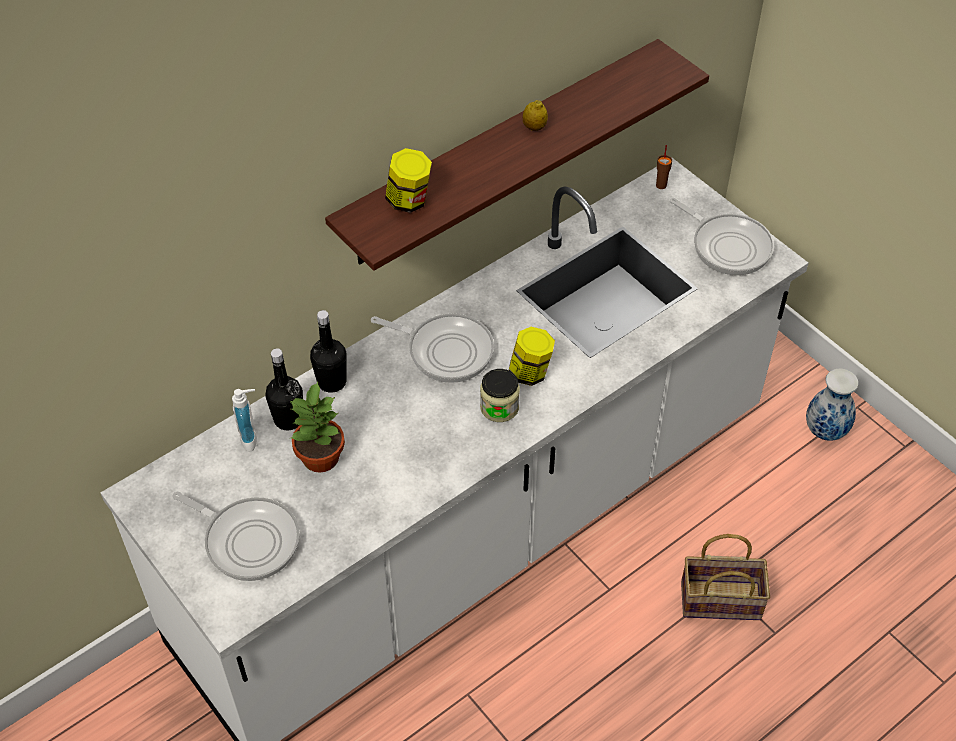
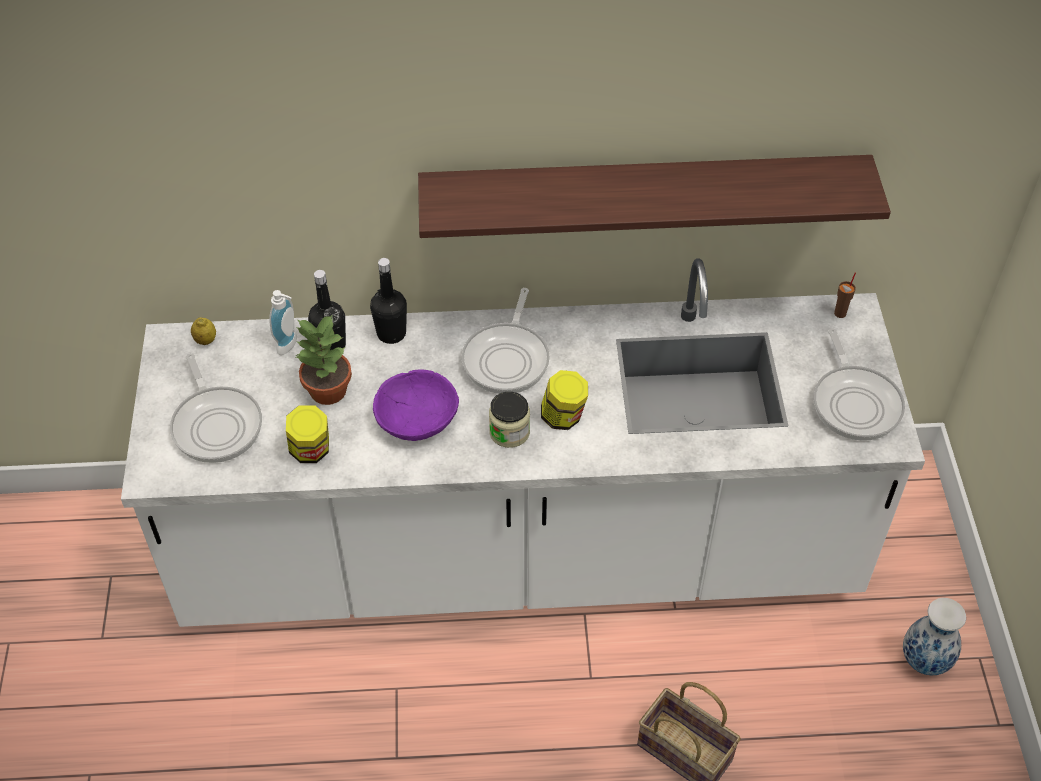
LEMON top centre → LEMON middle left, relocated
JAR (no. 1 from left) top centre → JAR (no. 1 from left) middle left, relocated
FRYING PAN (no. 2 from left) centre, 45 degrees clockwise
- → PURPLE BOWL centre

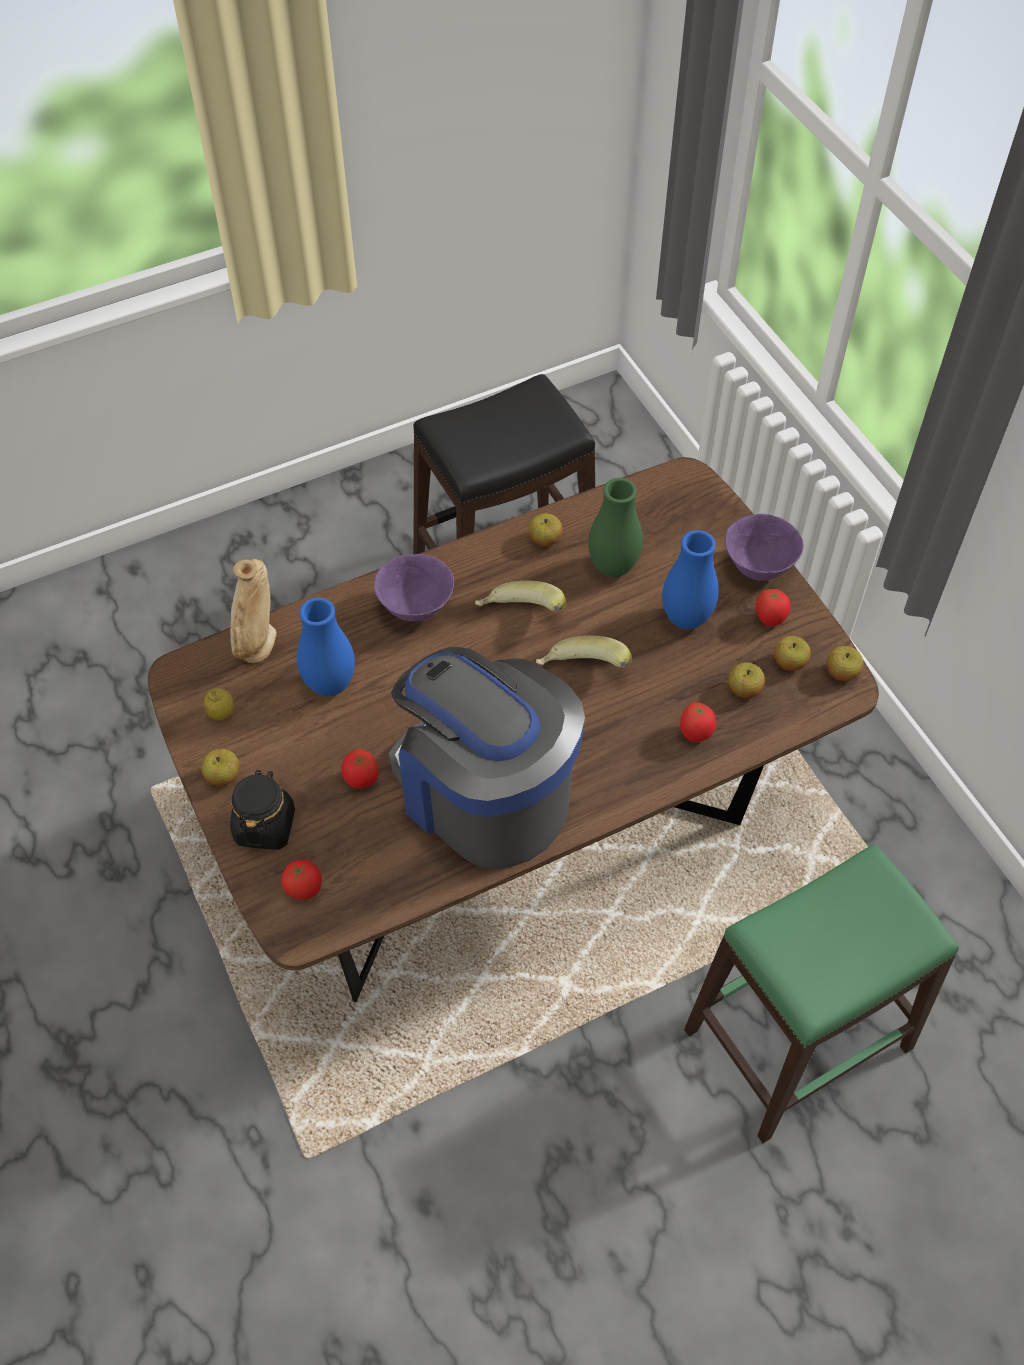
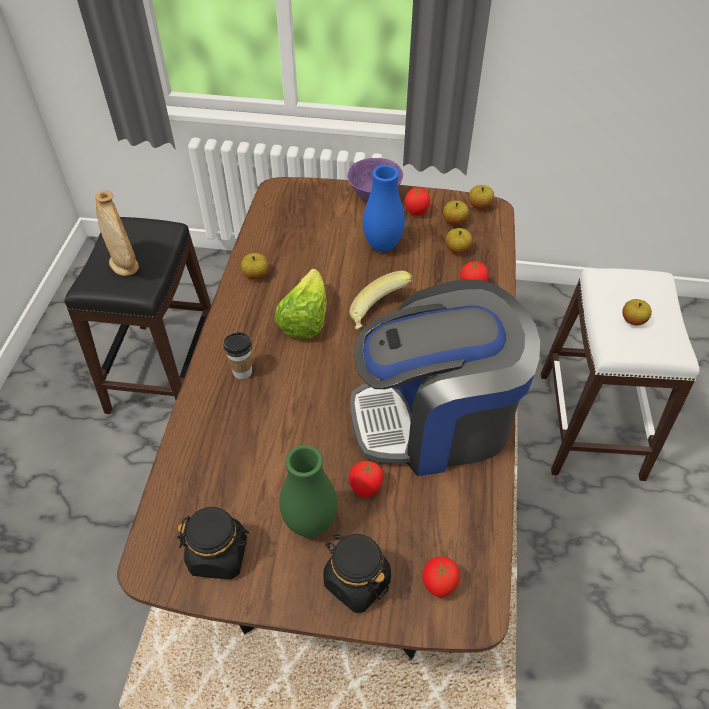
GREEN VASE centre → GREEN VASE bottom centre, relocated
PURPLE BOWL (no. 1 from left) centre → CUP centre
BEIGE VASE middle left → BEIGE VASE top left, relocated
BANANA (no. 1 from left) centre → LETTUCE centre
BLUE VASE (no. 1 from left) middle left → -
LEMON middle left → BLACK JAR (no. 1 from left) bottom left
APPLE (no. 1 from left in the first image) middle left → APPLE (no. 5 from left) middle right, relocated
GREEN STOOL bottom right → WHITE STOOL middle right

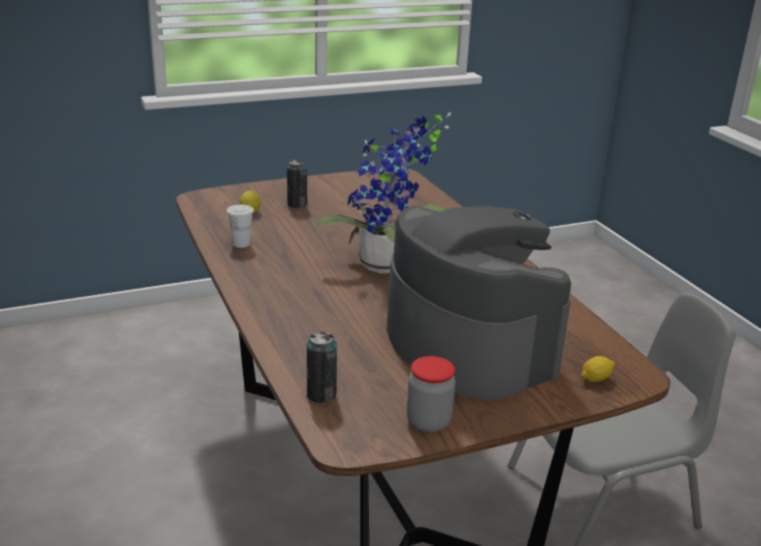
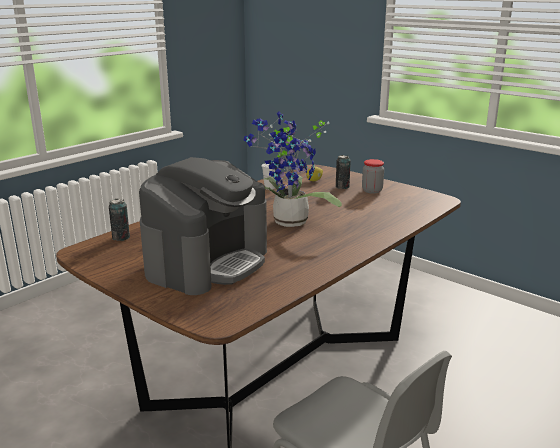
JAR bottom centre → JAR centre, relocated
LEMON (no. 2 from left) bottom right → -

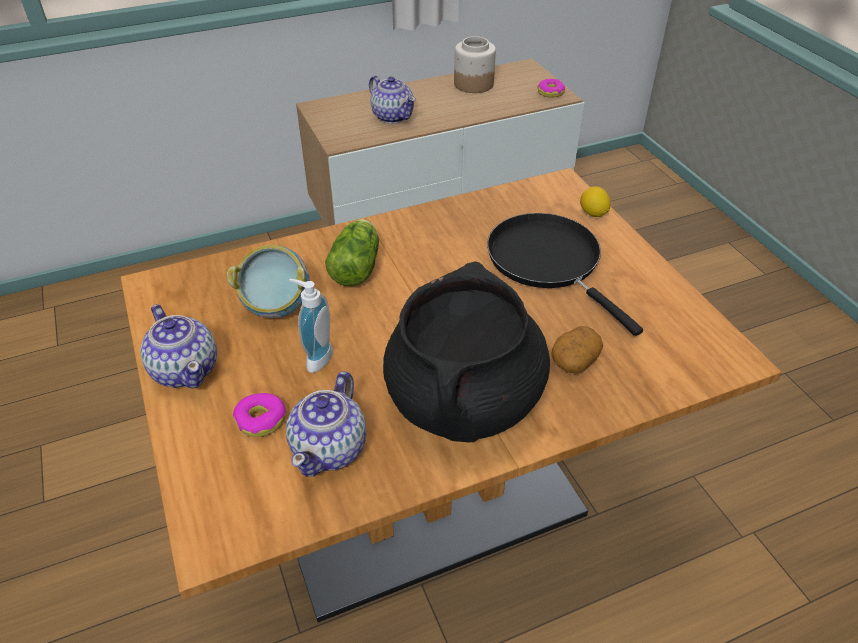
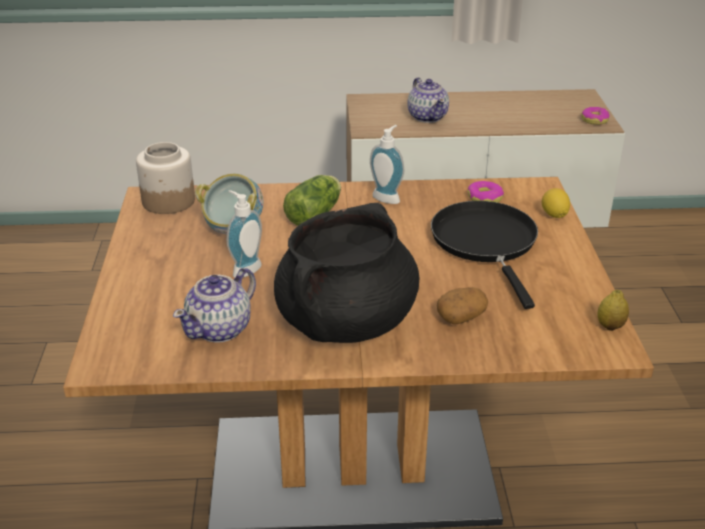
JAR top centre → JAR middle left, relocated
TEAPOT (no. 1 from left) middle left → -
DONUT (no. 1 from left) middle left → DONUT (no. 1 from left) middle right, relocated
- → SOAP DISPENSER (no. 2 from left) top centre
- → LEMON (no. 2 from left) middle right

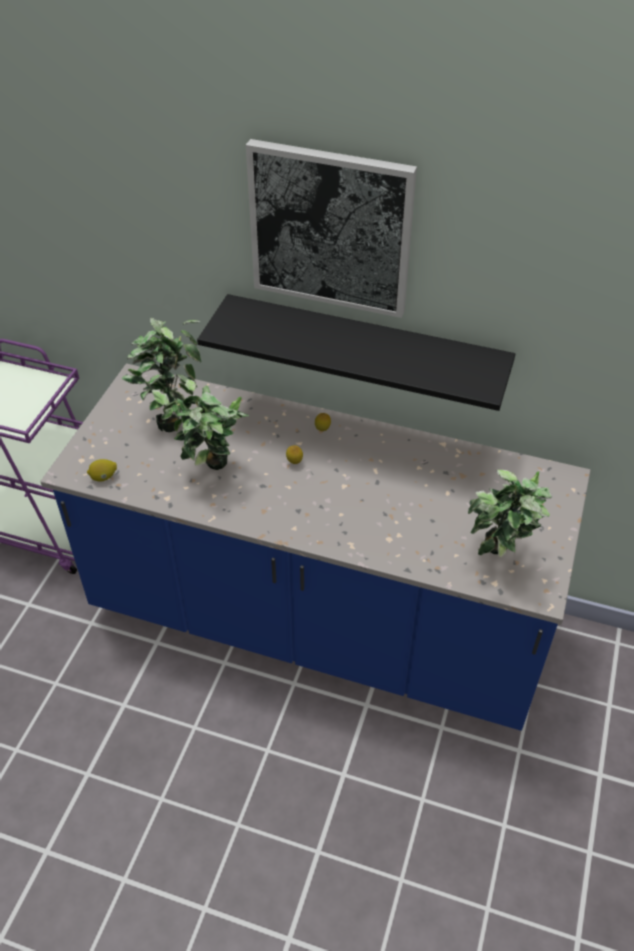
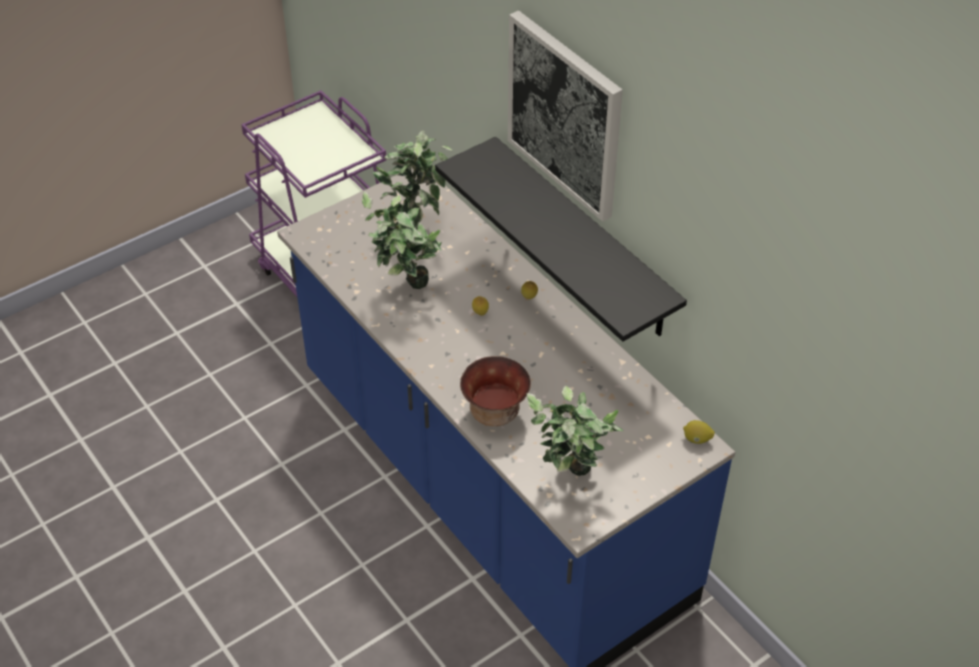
LEMON (no. 1 from left in the first image) middle left → LEMON (no. 3 from left) middle right, relocated
- → BOWL centre

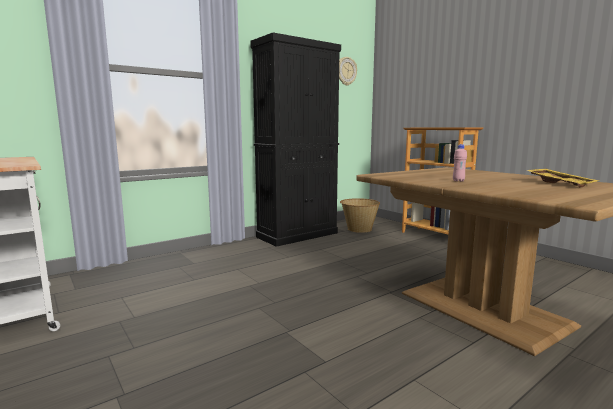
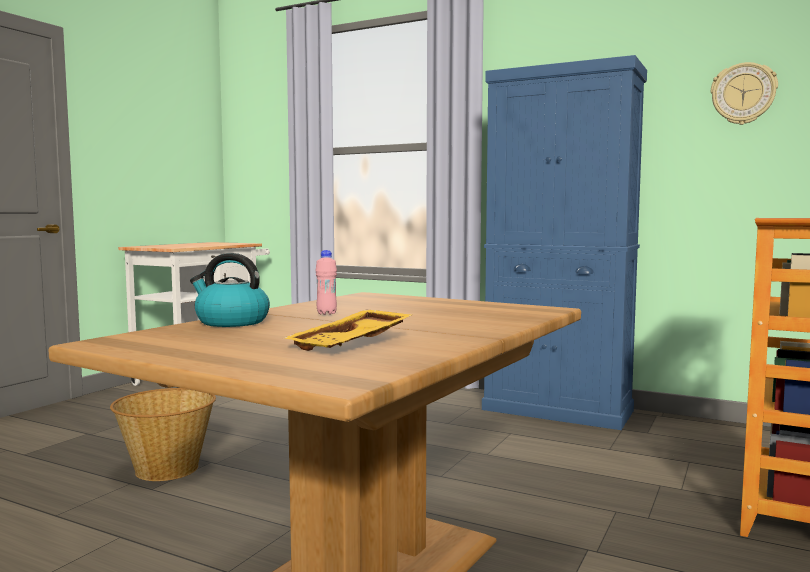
BLACK CABINET centre → BLUE CABINET middle right
BASKET centre → BASKET bottom left, relocated
- → KETTLE middle left

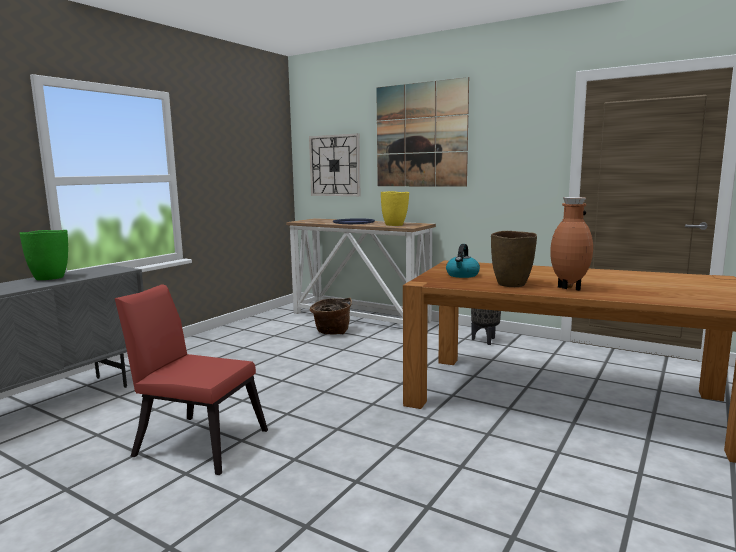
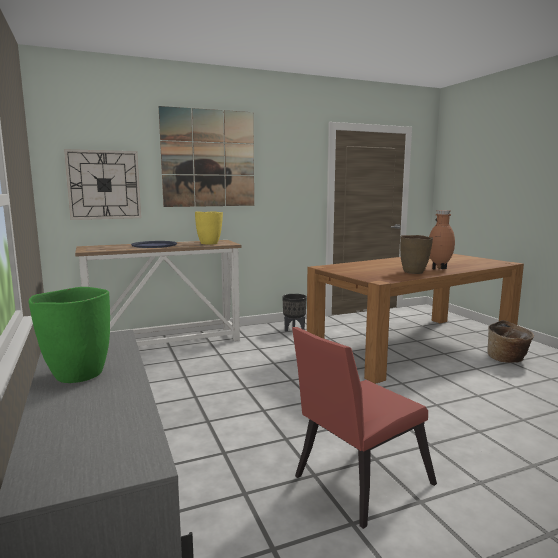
KETTLE centre → -
BASKET centre → BASKET middle right, relocated

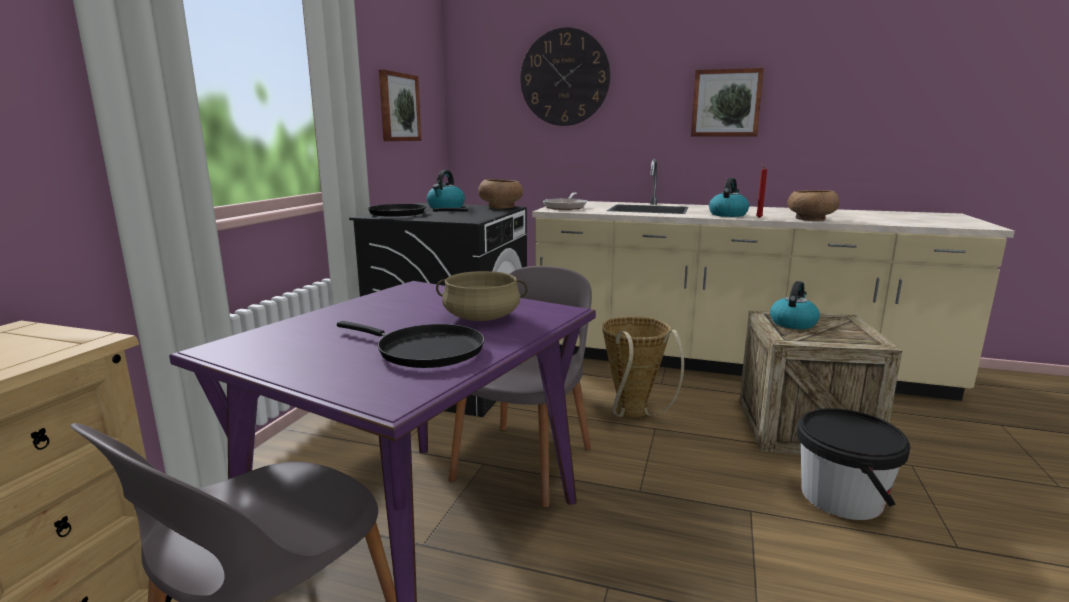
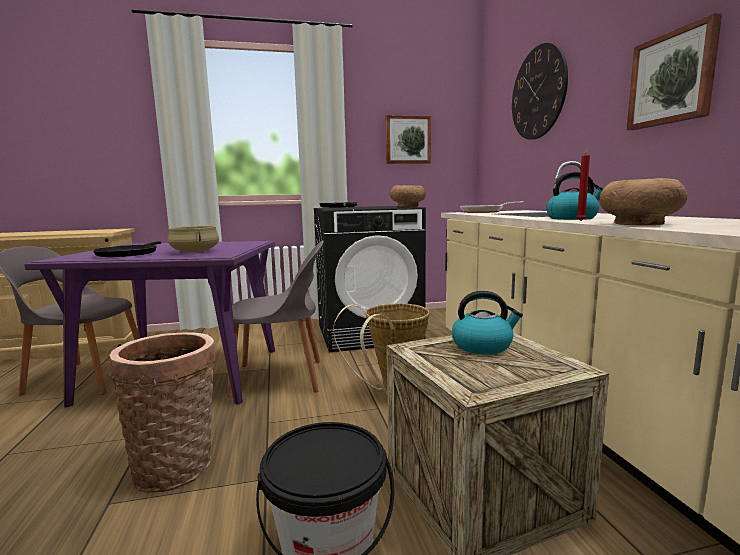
KETTLE (no. 1 from left) top centre → -
- → BASKET (no. 1 from left) bottom left

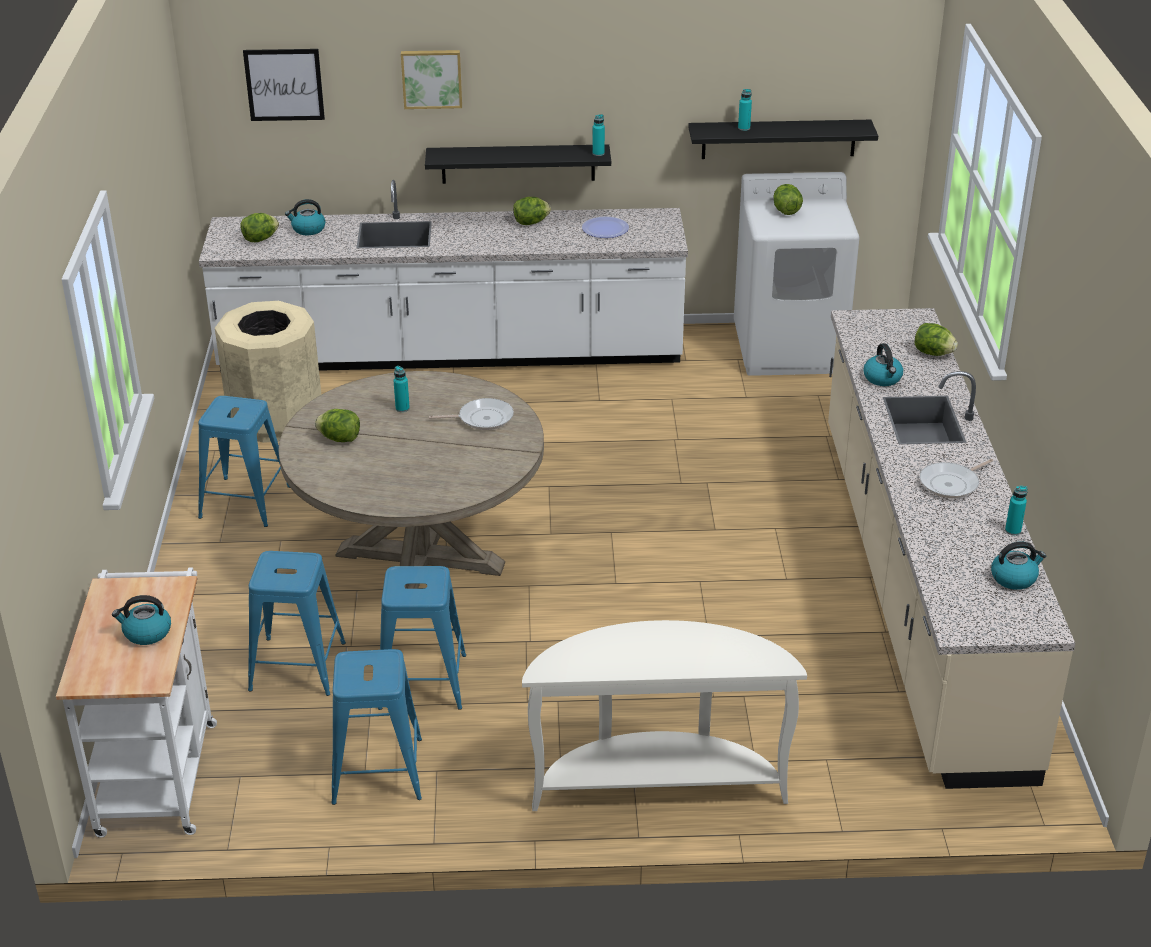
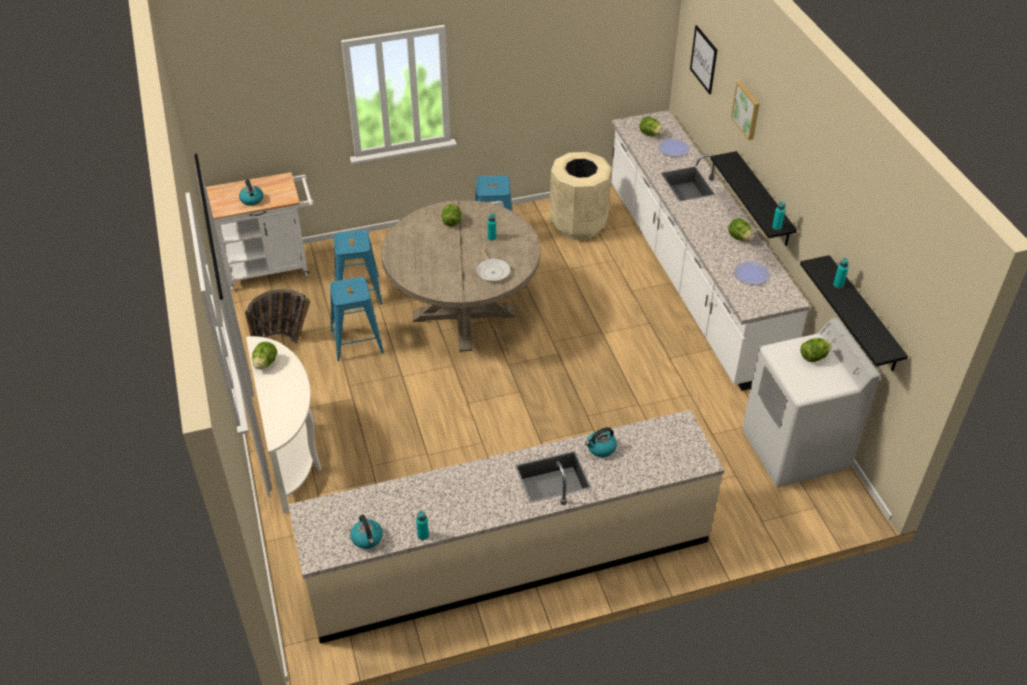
KETTLE (no. 2 from left) top left → PLATE (no. 1 from left) top centre
LETTUCE (no. 5 from left in the first image) middle right → LETTUCE (no. 1 from left) middle left, relocated
FRYING PAN (no. 2 from left) middle right → -
BLUE STOOL (no. 3 from left) bottom left → BASKET middle left

